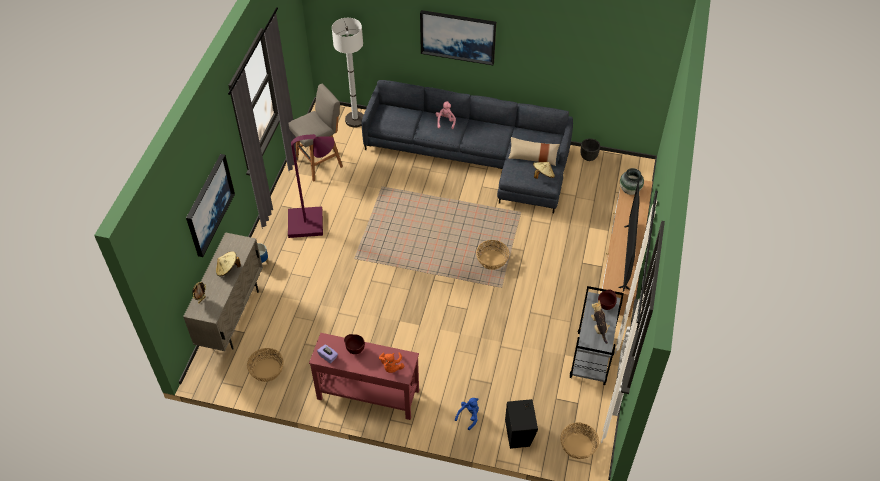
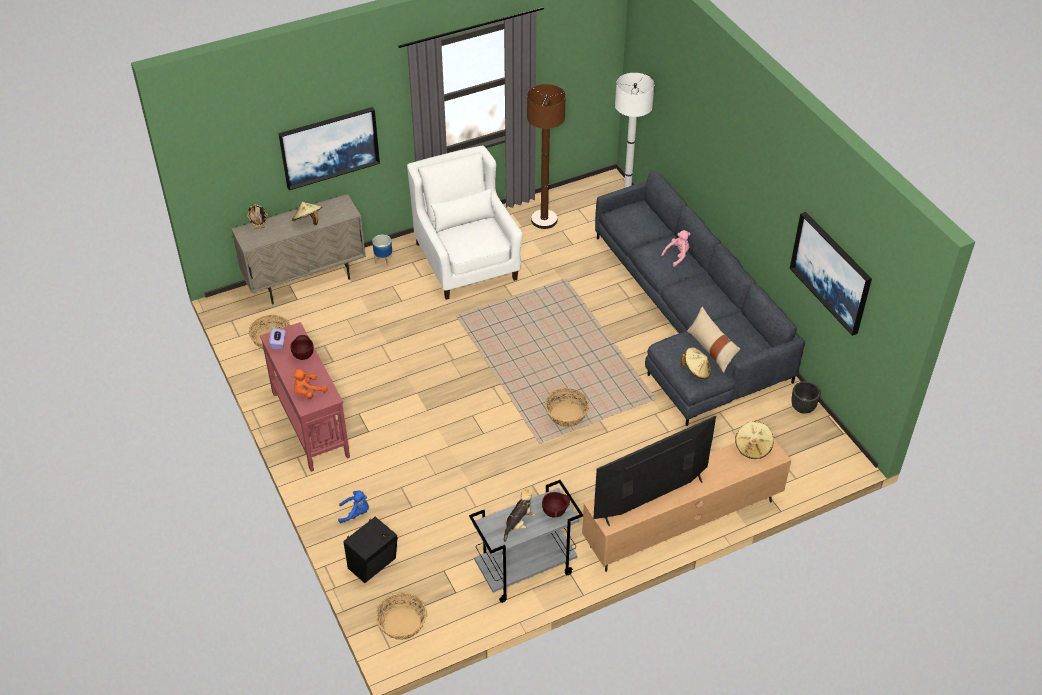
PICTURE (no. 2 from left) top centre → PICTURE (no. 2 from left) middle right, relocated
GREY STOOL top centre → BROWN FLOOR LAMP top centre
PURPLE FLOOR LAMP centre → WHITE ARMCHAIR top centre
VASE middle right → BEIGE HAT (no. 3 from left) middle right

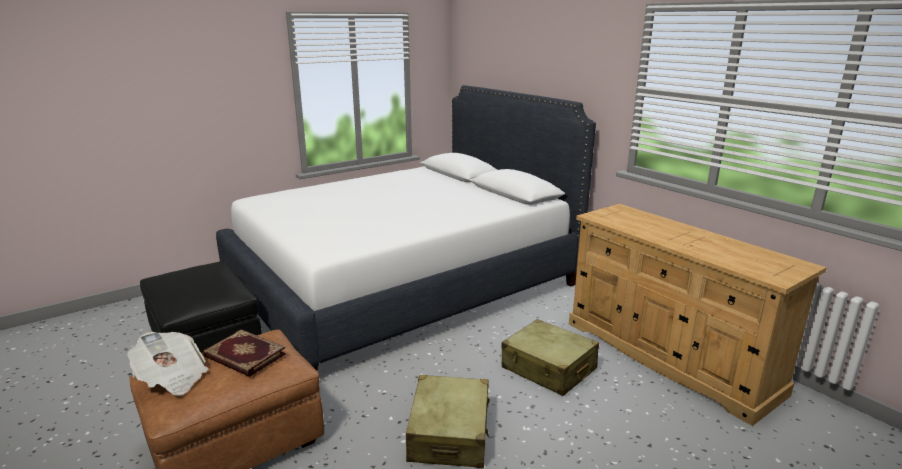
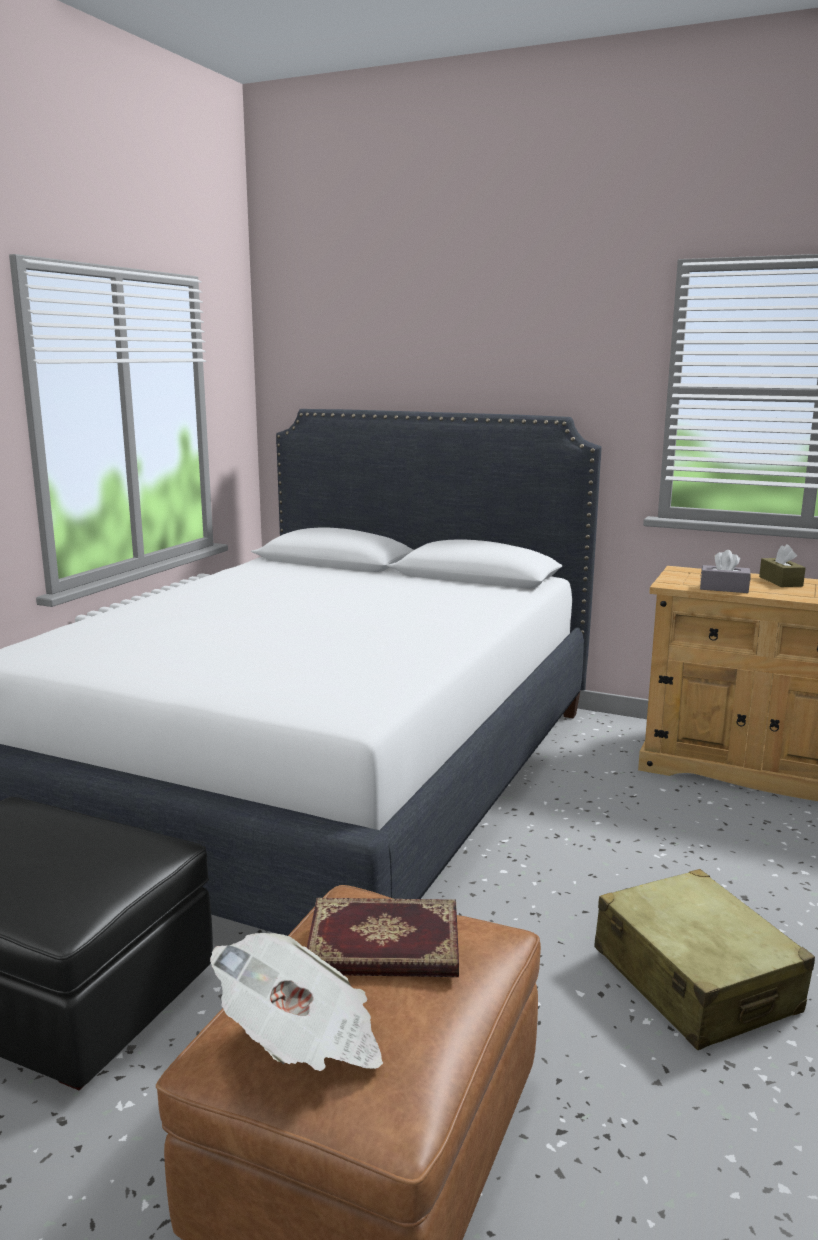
BEIGE SUITCASE (no. 2 from left) bottom centre → -
- → BROWN TISSUE BOX middle right
- → GREY TISSUE BOX middle right

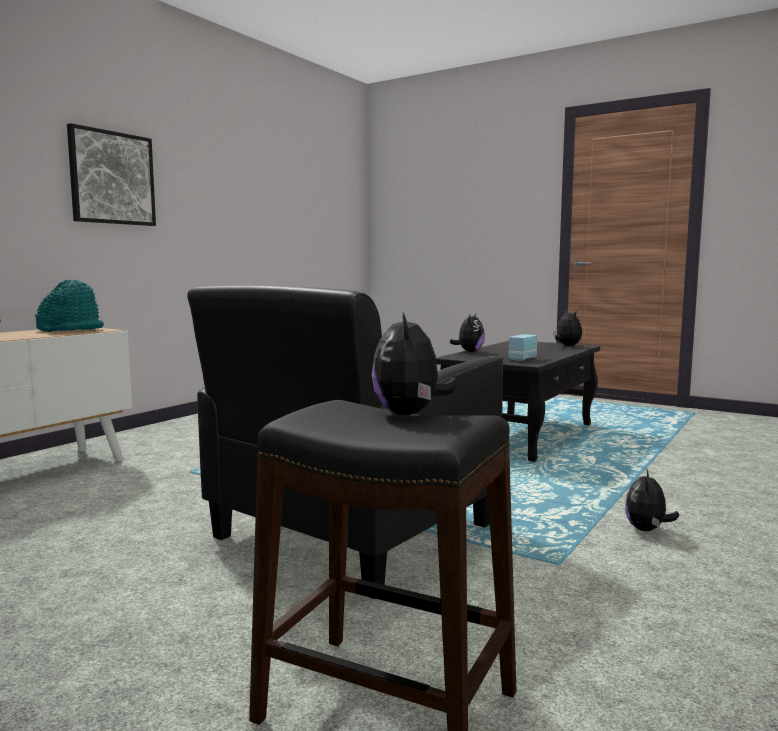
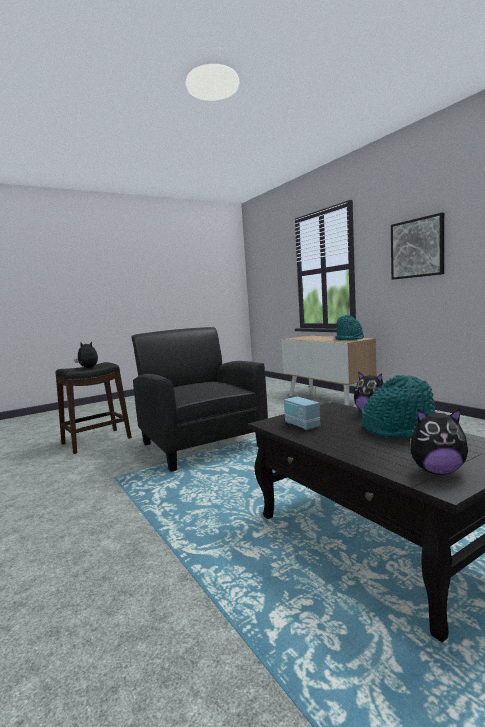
PLUSH TOY (no. 4 from left) bottom right → -
- → TURQUOISE HAT (no. 2 from left) middle right

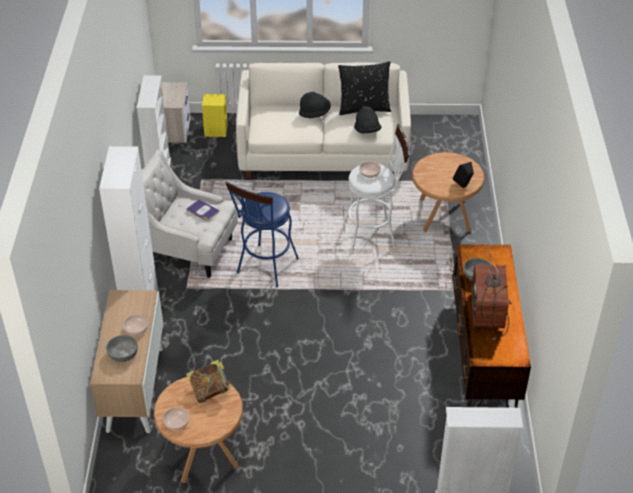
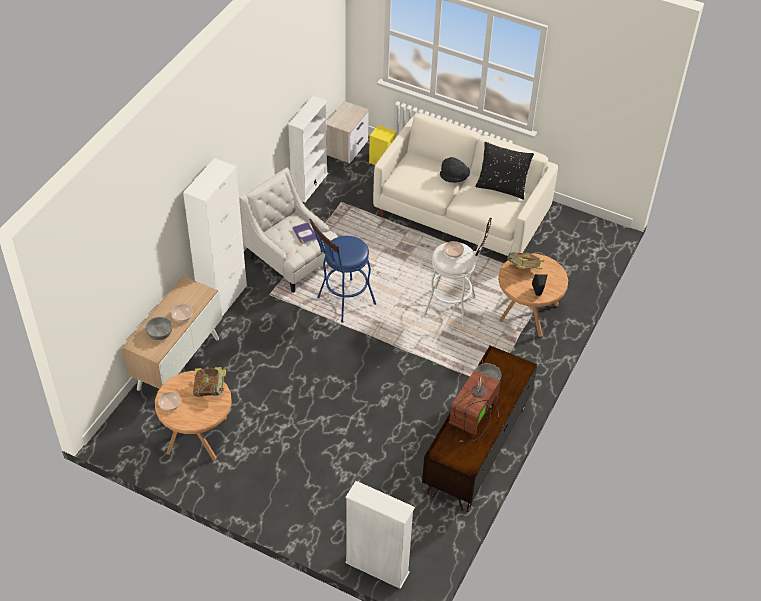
BLACK HAT (no. 2 from left) top centre → -
- → BOOK (no. 3 from left) middle right

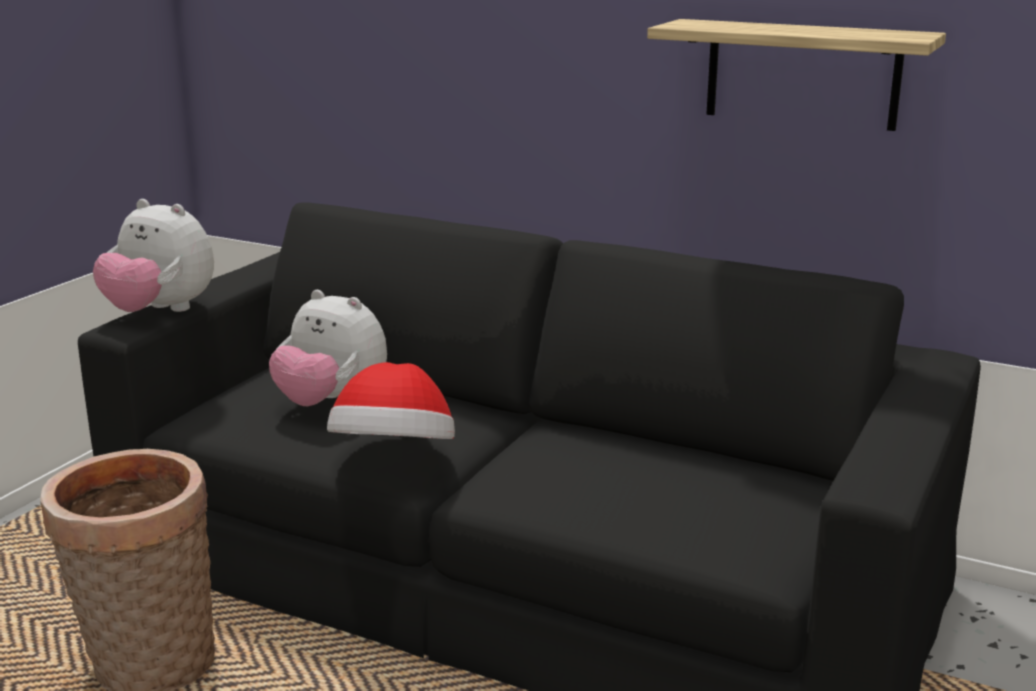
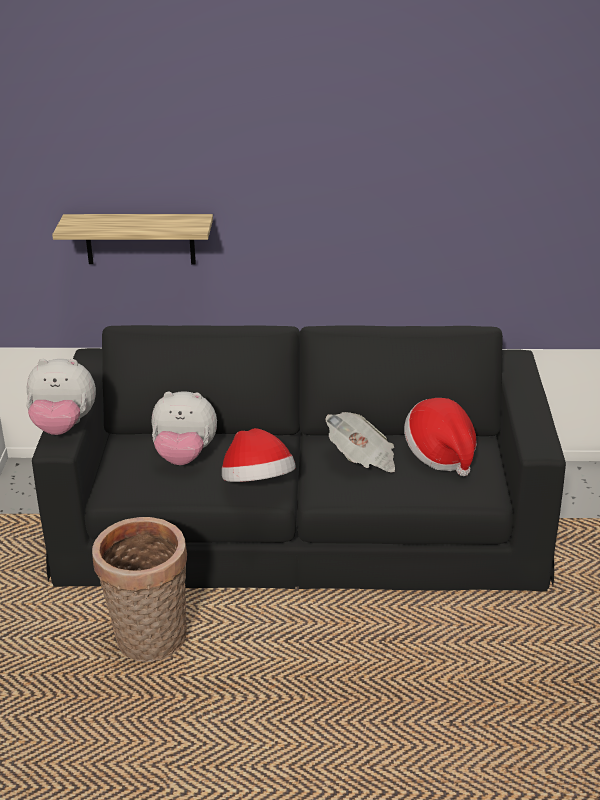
SHELF top right → SHELF top left, relocated
- → HAT (no. 2 from left) middle right
- → NEWSPAPER centre

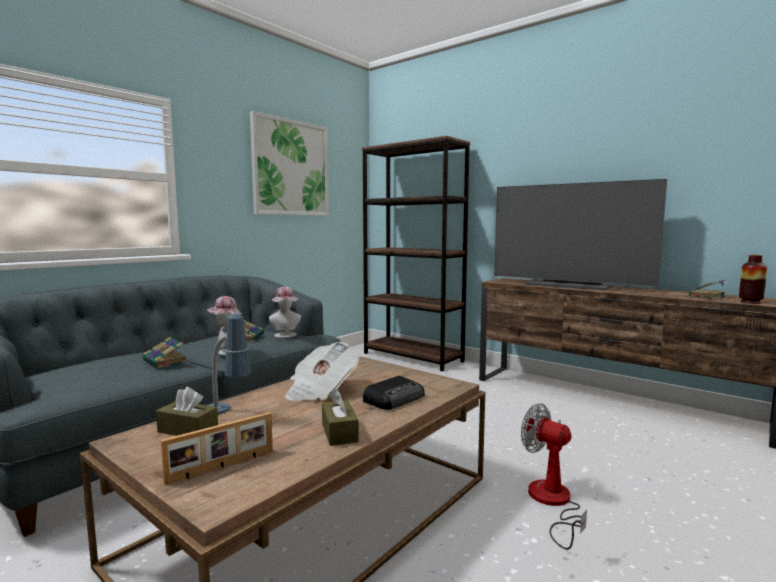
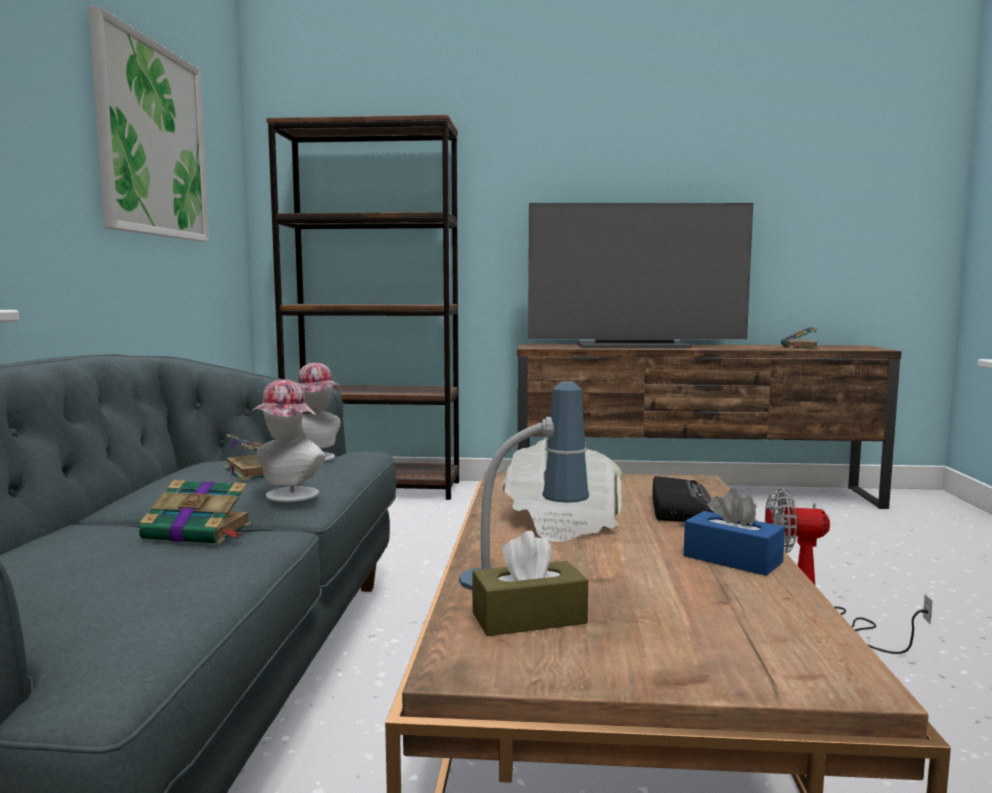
VASE middle right → -
BROWN TISSUE BOX (no. 2 from left) bottom centre → BLUE TISSUE BOX bottom right
PICTURE FRAME bottom left → -

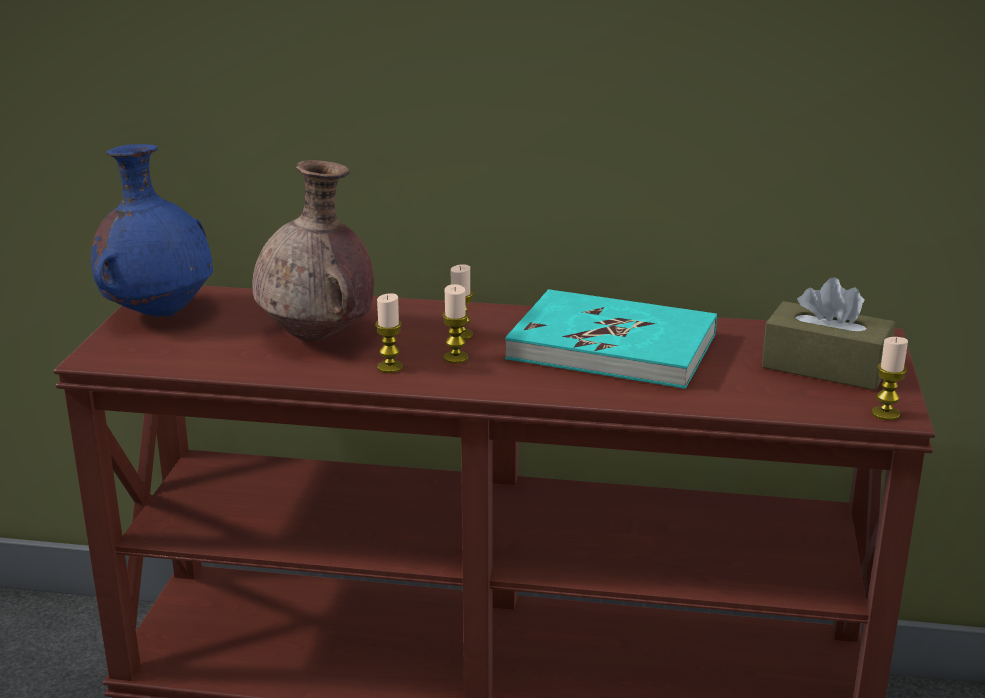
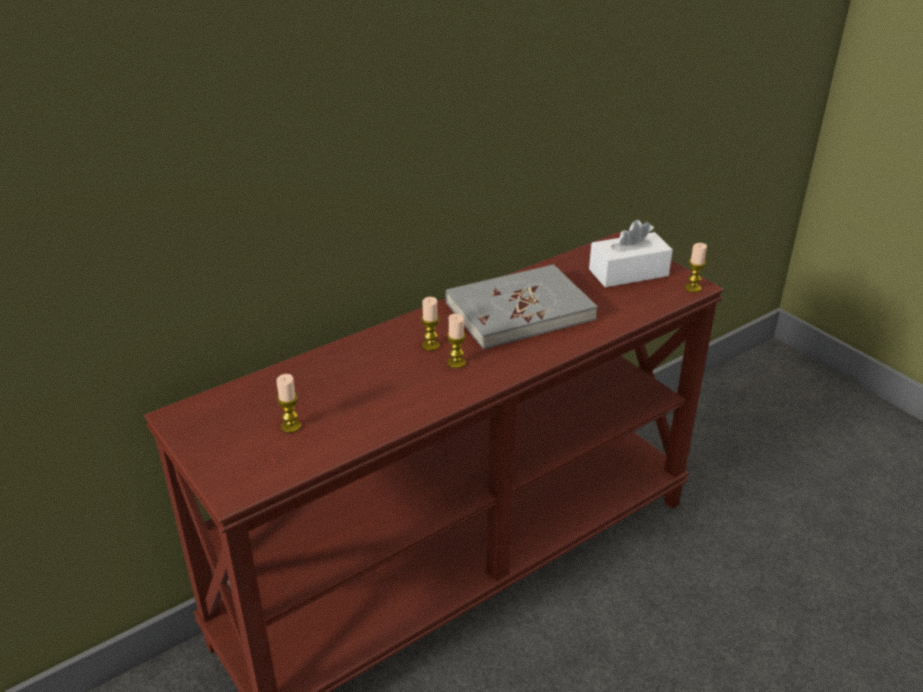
BLUE VASE top left → -
BROWN VASE middle left → -
BROWN TISSUE BOX middle right → WHITE TISSUE BOX middle right
TURQUOISE BOOK centre → GREY BOOK centre
CANDLE (no. 1 from left) centre → CANDLE (no. 1 from left) middle left, relocated

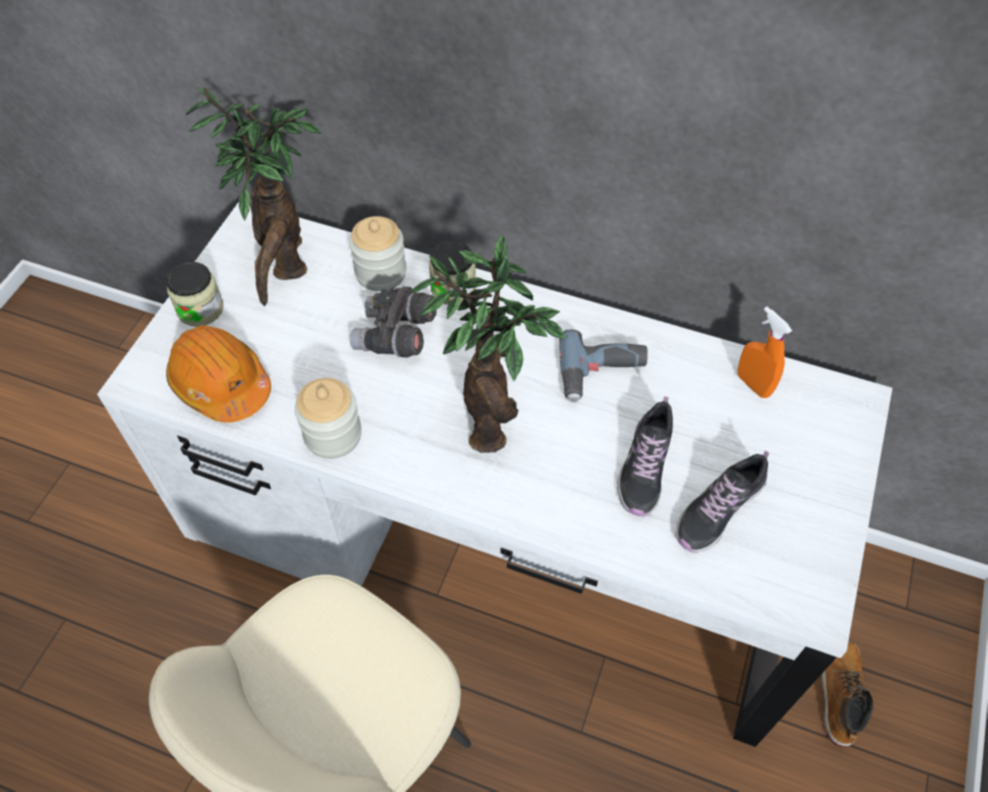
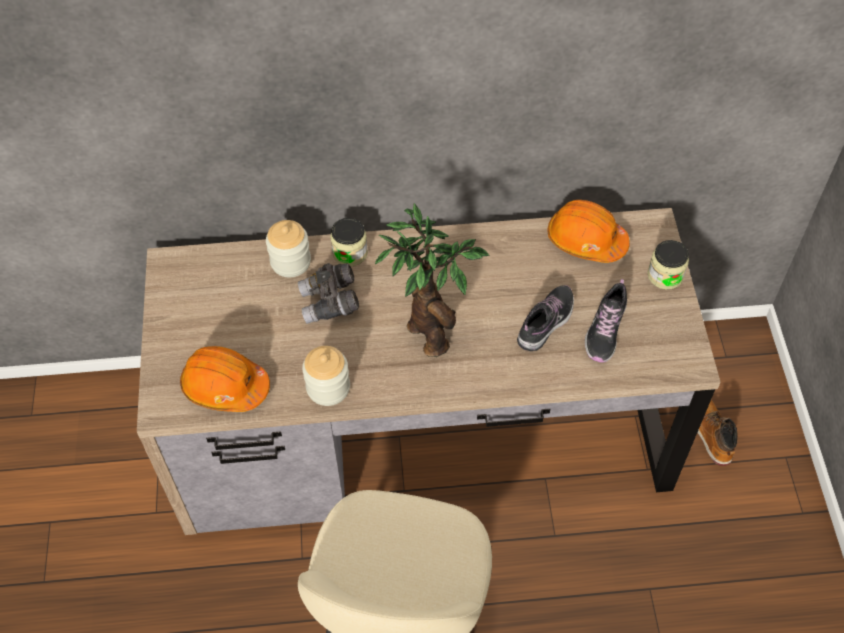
POTTED PLANT (no. 1 from left) top left → -
WHITE DESK centre → BROWN DESK centre
JAR (no. 1 from left in the first image) middle left → JAR (no. 4 from left) middle right, relocated
ORANGE SPRAY BOTTLE middle right → ORANGE HARD HAT (no. 2 from left) middle right
POWER DRILL centre → -
SHOE (no. 1 from left) centre, 135 degrees counterclockwise

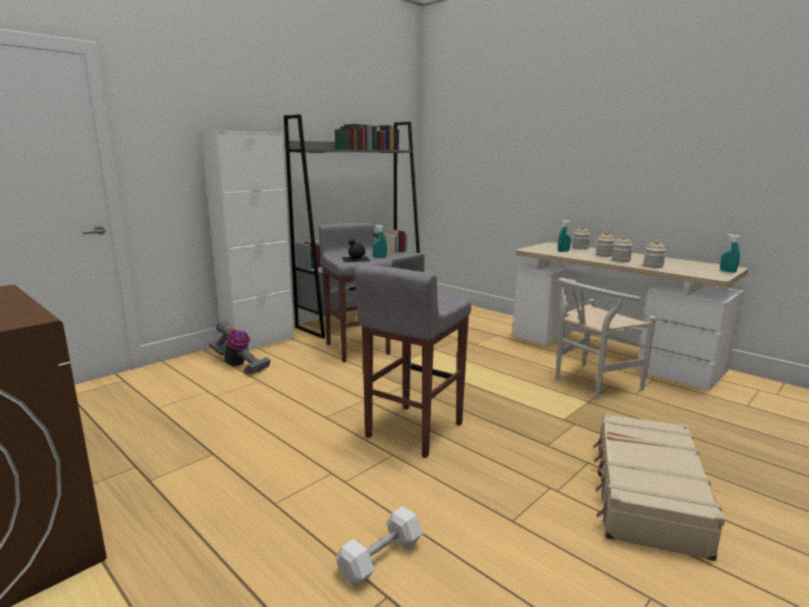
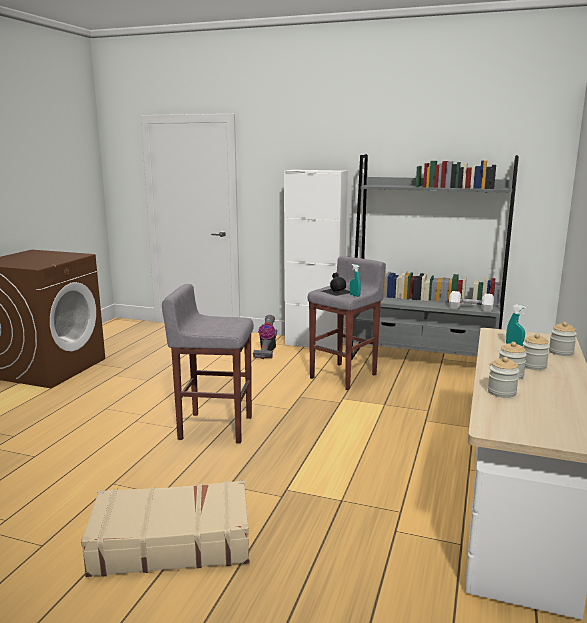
TURQUOISE SPRAY BOTTLE (no. 3 from left) middle right → -
WHITE CHAIR middle right → -
WHITE DUMBBELL bottom centre → WHITE DUMBBELL middle right, relocated

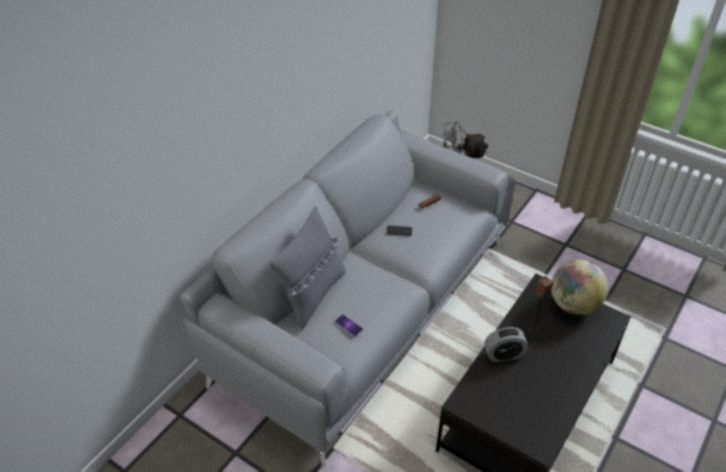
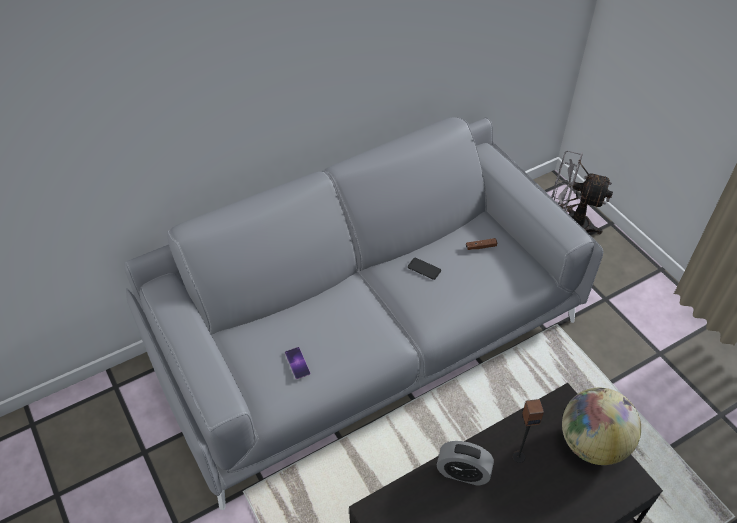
GREY PILLOW centre → -

